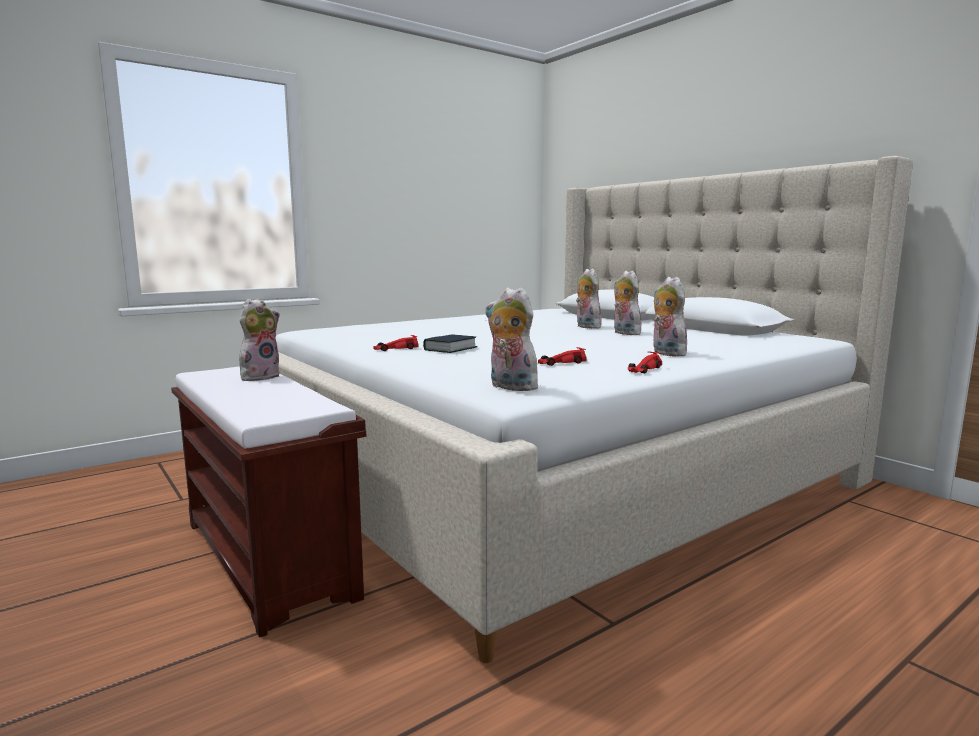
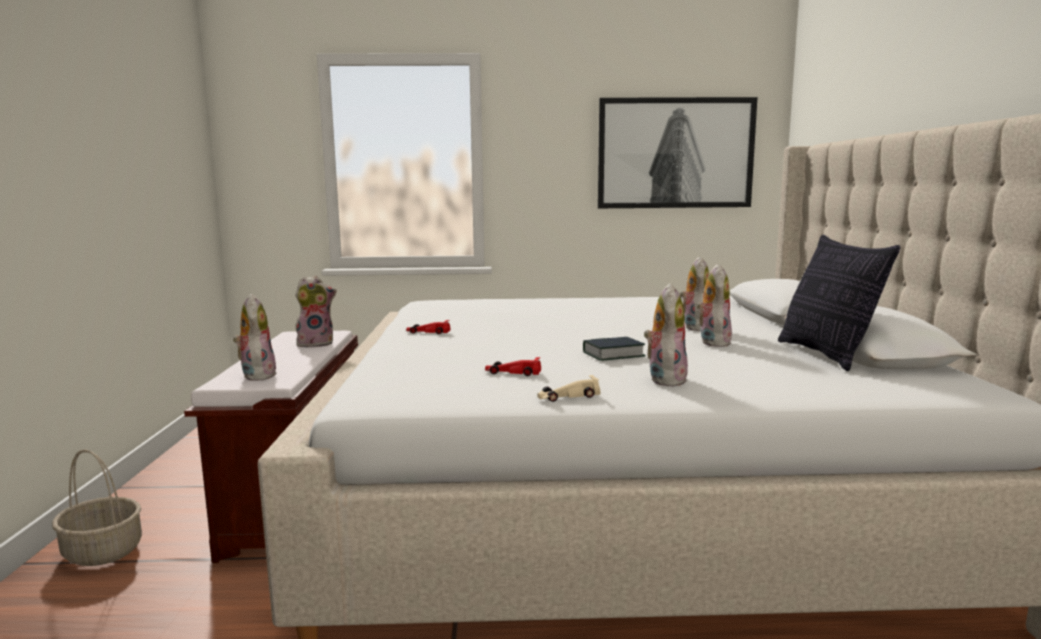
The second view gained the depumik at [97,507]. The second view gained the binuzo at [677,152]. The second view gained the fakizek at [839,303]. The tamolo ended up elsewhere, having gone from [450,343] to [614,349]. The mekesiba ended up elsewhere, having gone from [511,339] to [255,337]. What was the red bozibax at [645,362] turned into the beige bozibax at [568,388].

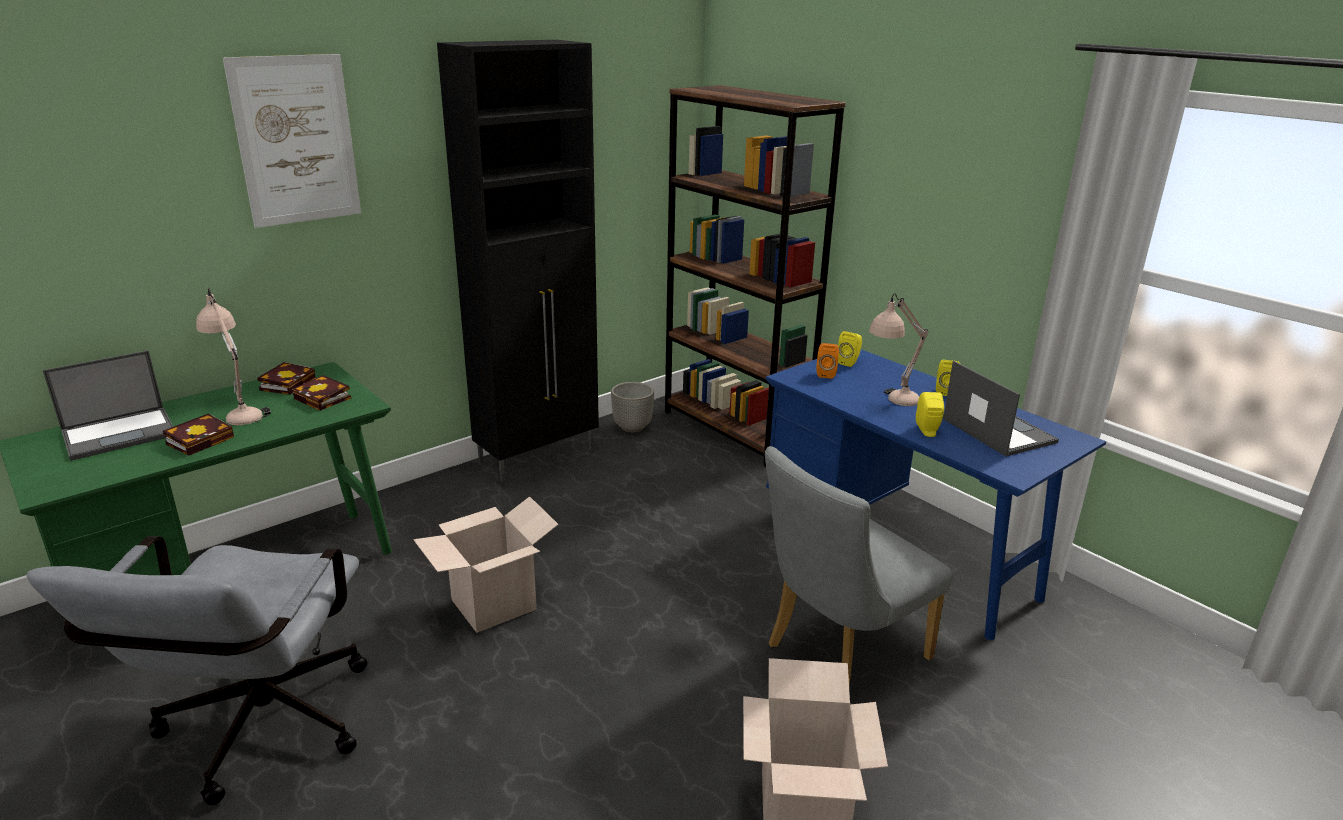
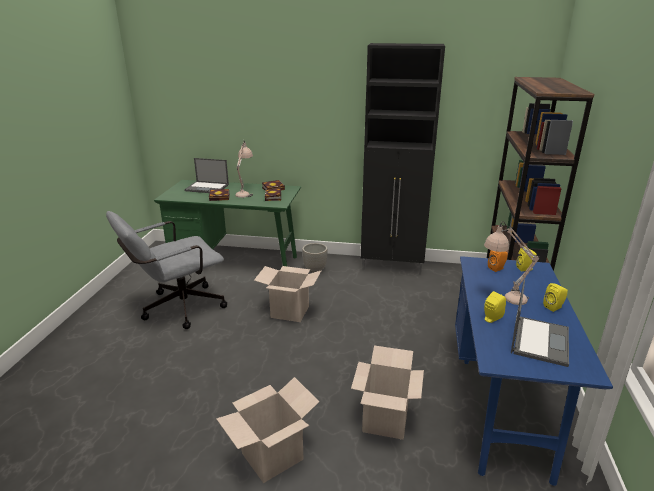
The second view lost the binuzo at [292,141]. The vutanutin ended up elsewhere, having gone from [632,407] to [315,258]. Where the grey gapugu stood at [858,566], the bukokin came to stand at [387,392].

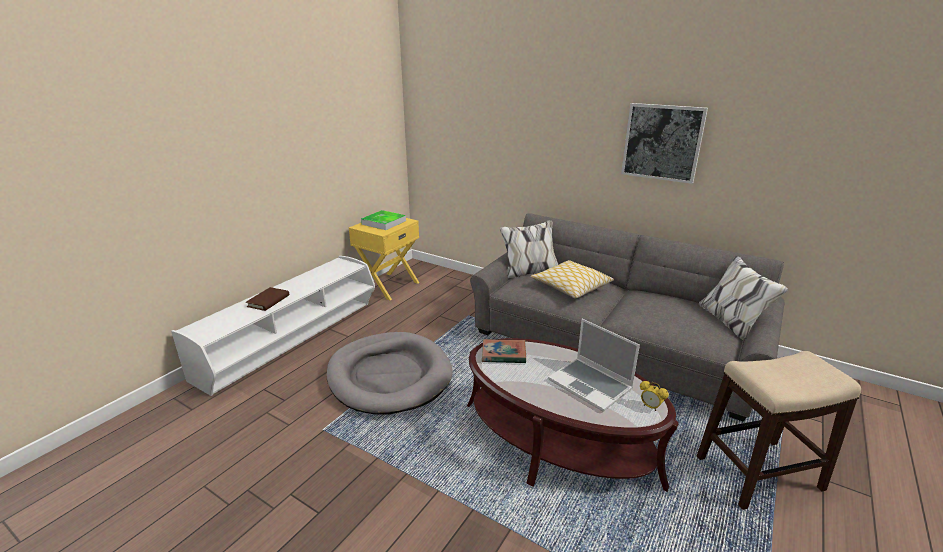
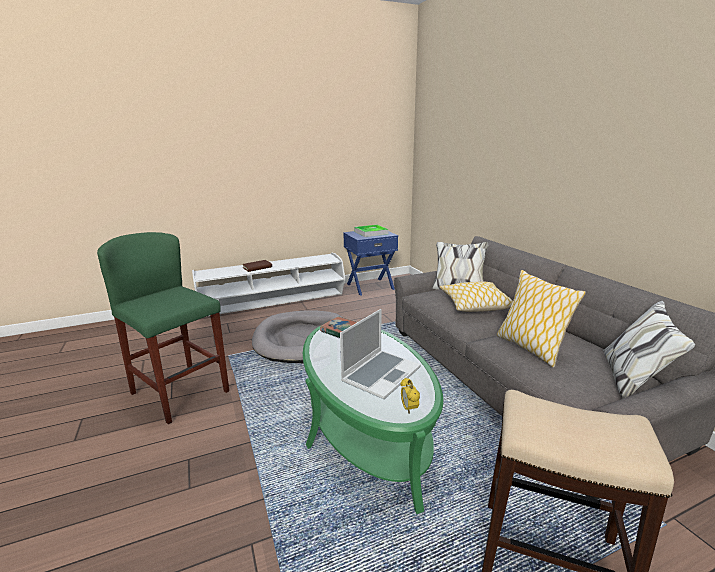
The second view lost the binuzo at [664,143]. The second view gained the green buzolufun at [163,328]. The second view gained the fakizek at [541,319]. What was the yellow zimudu at [384,259] turned into the blue zimudu at [370,263]. What was the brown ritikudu at [573,415] turned into the green ritikudu at [373,420]. The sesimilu at [594,365] ended up facing another way, 135 degrees counterclockwise from before.

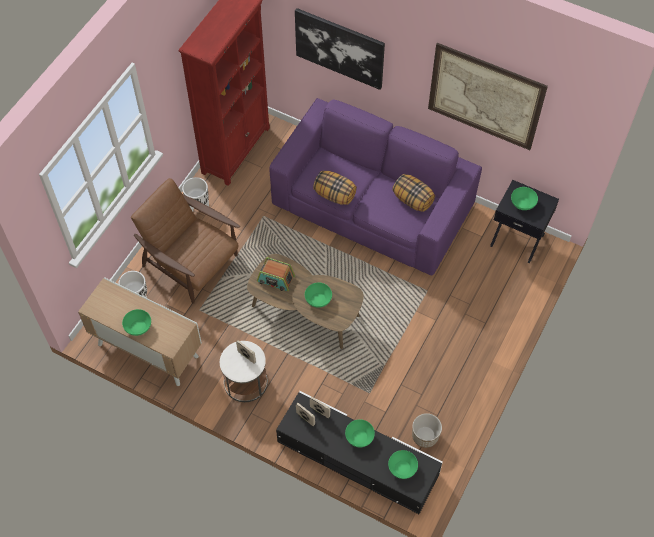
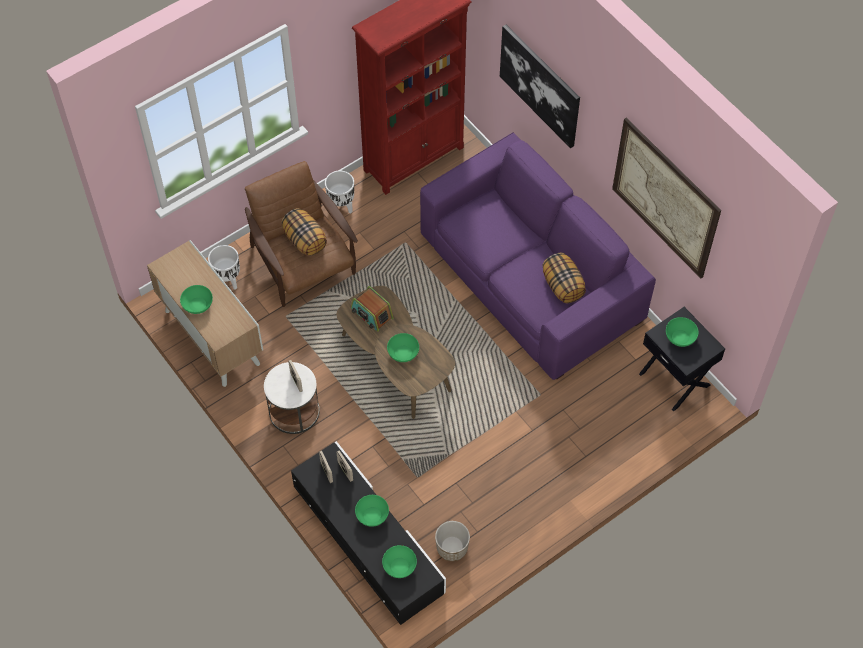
The fakizek ended up elsewhere, having gone from [335,188] to [304,232].

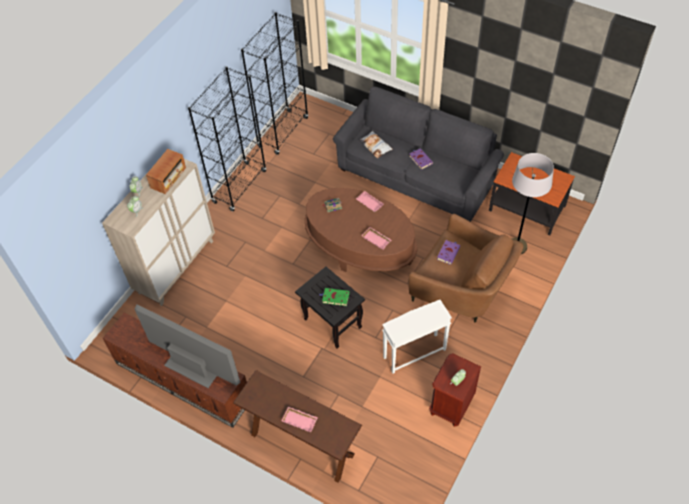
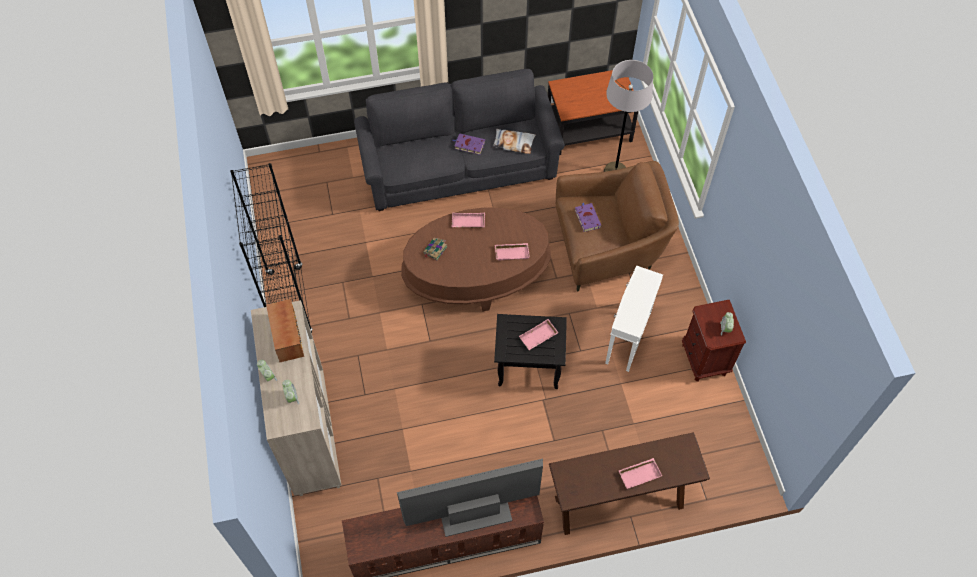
The second view lost the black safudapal at [275,83]. The fakizek ended up elsewhere, having gone from [375,144] to [514,141]. Where the green tamolo stood at [334,297], the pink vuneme came to stand at [539,334].

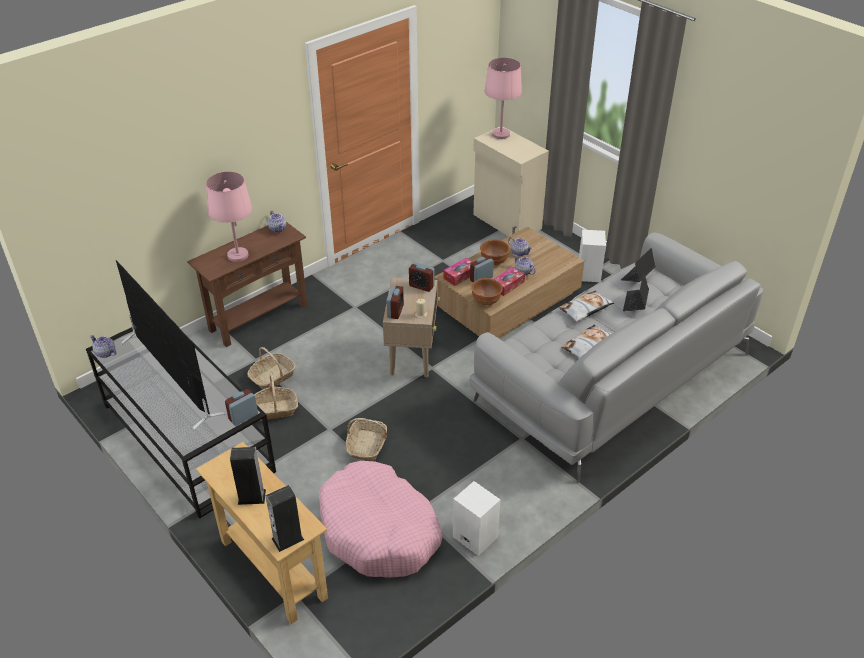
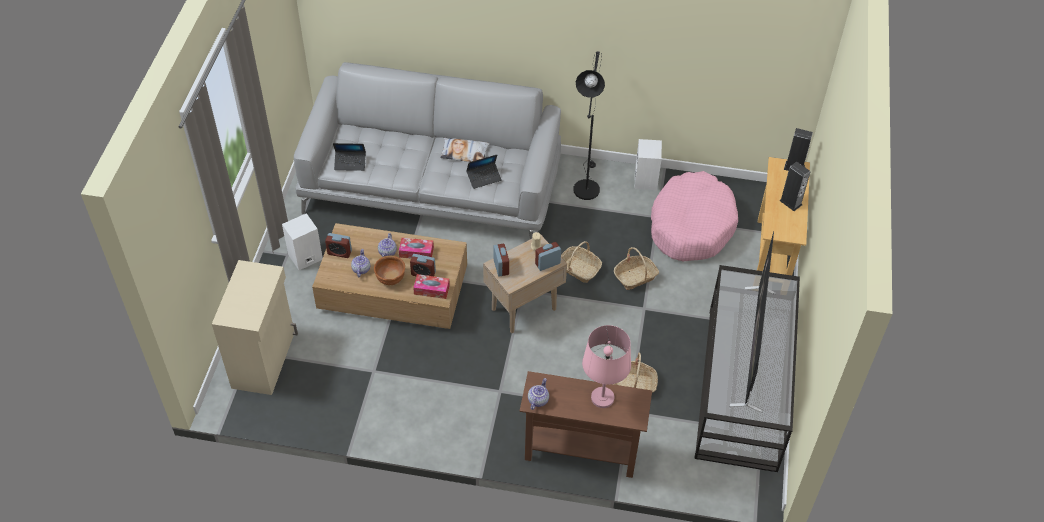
The second view lost the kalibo at [103,346]. The second view lost the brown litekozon at [487,291]. The second view lost the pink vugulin at [503,98]. The second view lost the fakizek at [587,306]. The second view gained the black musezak at [589,125]. The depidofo ended up elsewhere, having gone from [241,407] to [338,245]. The depumik ended up elsewhere, having gone from [276,398] to [581,262]. The sesimilu ended up elsewhere, having gone from [636,291] to [484,172].

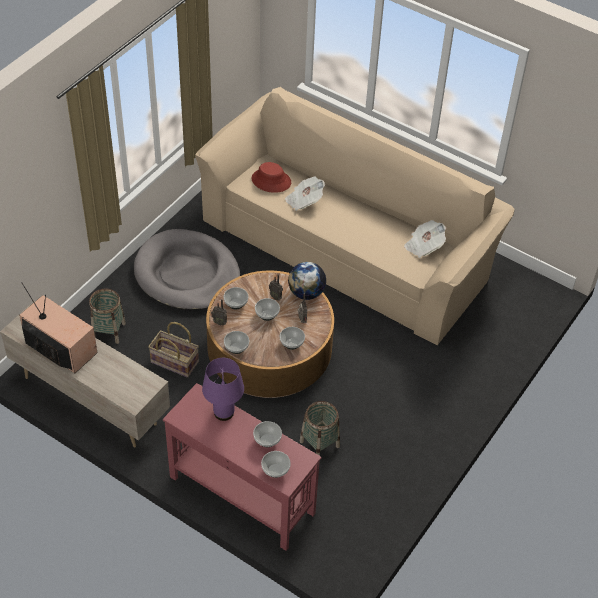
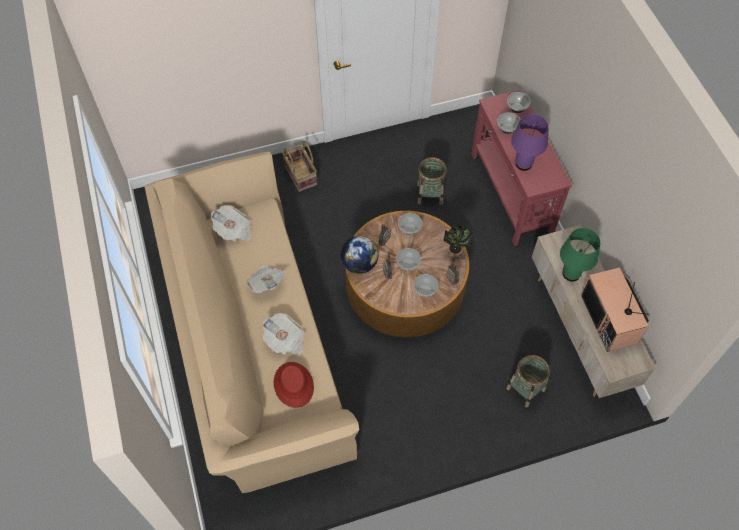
The second view lost the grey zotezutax at [187,270]. The second view gained the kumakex at [265,279]. The second view gained the green vugulin at [580,255]. The depumik ended up elsewhere, having gone from [173,350] to [299,166]. Where the litekozon stood at [236,342], the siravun came to stand at [459,241].

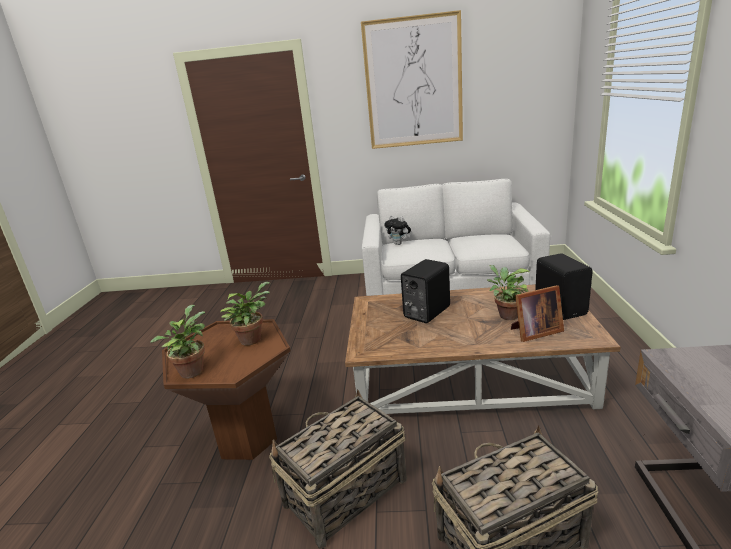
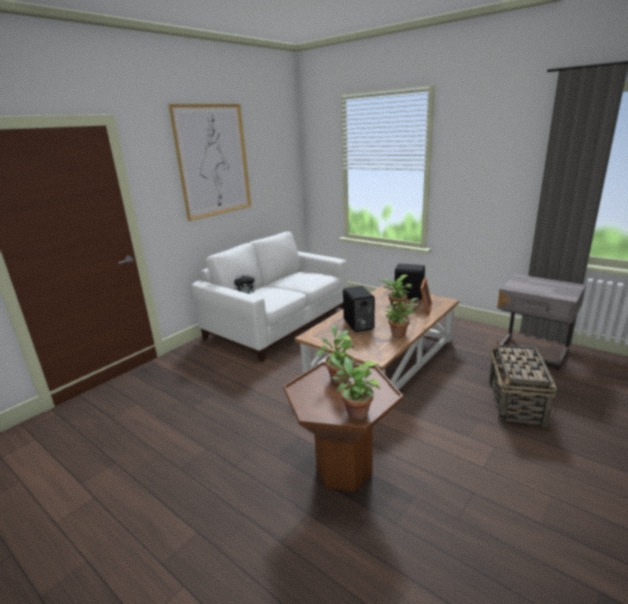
The second view lost the depumik at [338,468]. The second view gained the siravun at [401,317].

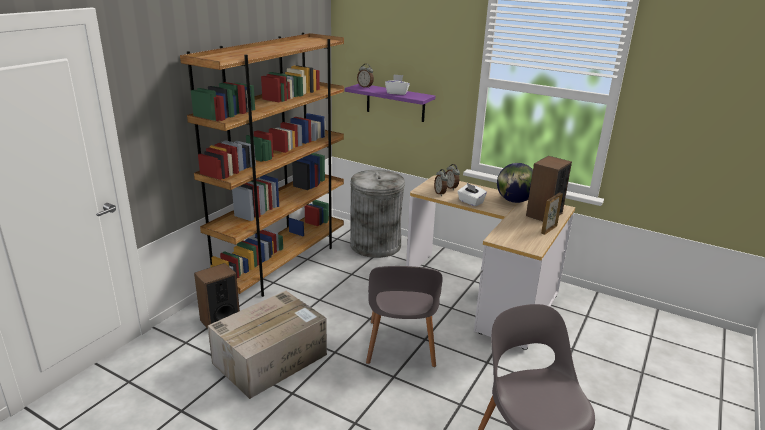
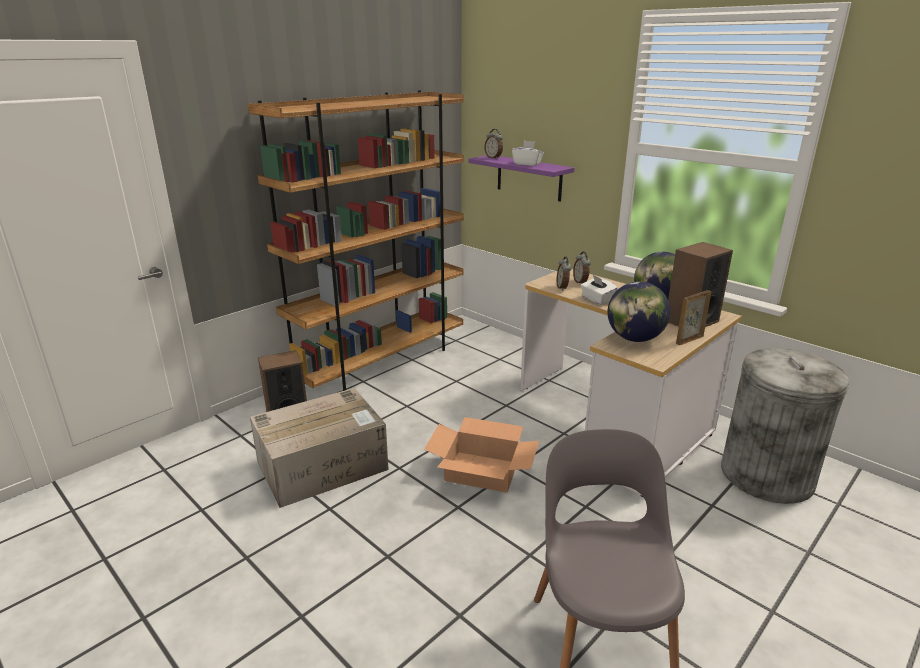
The second view gained the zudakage at [639,311]. The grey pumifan ended up elsewhere, having gone from [377,214] to [785,426]. Where the grey gapugu stood at [404,316], the bukokin came to stand at [481,455].

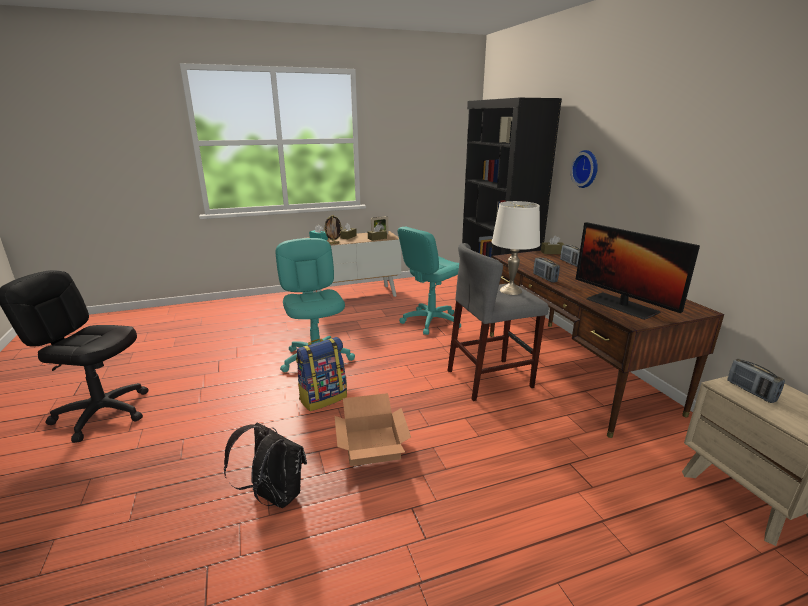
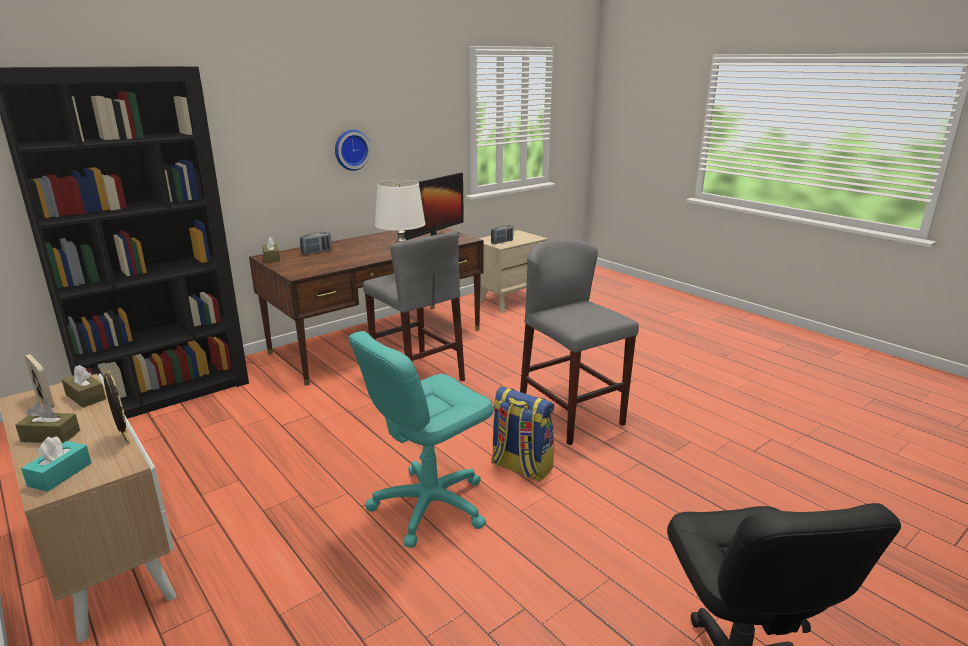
The second view lost the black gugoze at [265,465]. The second view lost the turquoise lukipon at [429,281]. The second view lost the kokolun at [546,270]. The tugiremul ended up elsewhere, having gone from [584,169] to [353,150]. Where the bukokin stood at [373,429], the grey buzolufun came to stand at [579,342].

